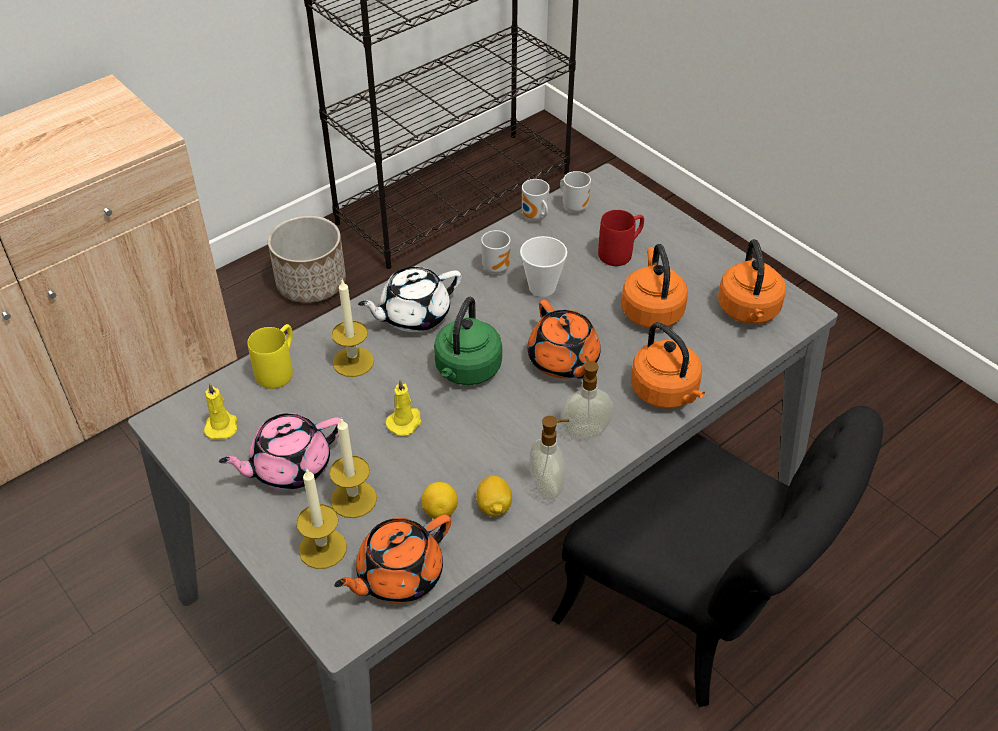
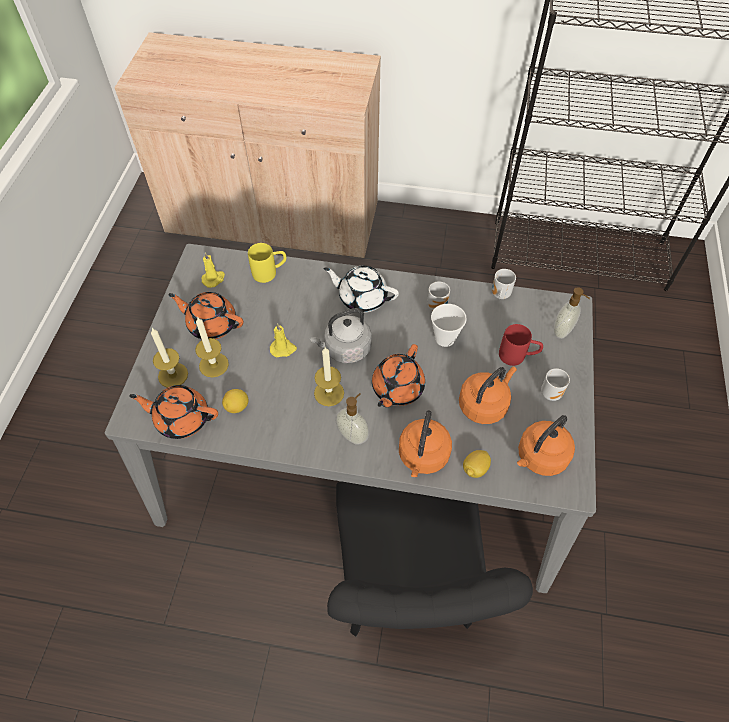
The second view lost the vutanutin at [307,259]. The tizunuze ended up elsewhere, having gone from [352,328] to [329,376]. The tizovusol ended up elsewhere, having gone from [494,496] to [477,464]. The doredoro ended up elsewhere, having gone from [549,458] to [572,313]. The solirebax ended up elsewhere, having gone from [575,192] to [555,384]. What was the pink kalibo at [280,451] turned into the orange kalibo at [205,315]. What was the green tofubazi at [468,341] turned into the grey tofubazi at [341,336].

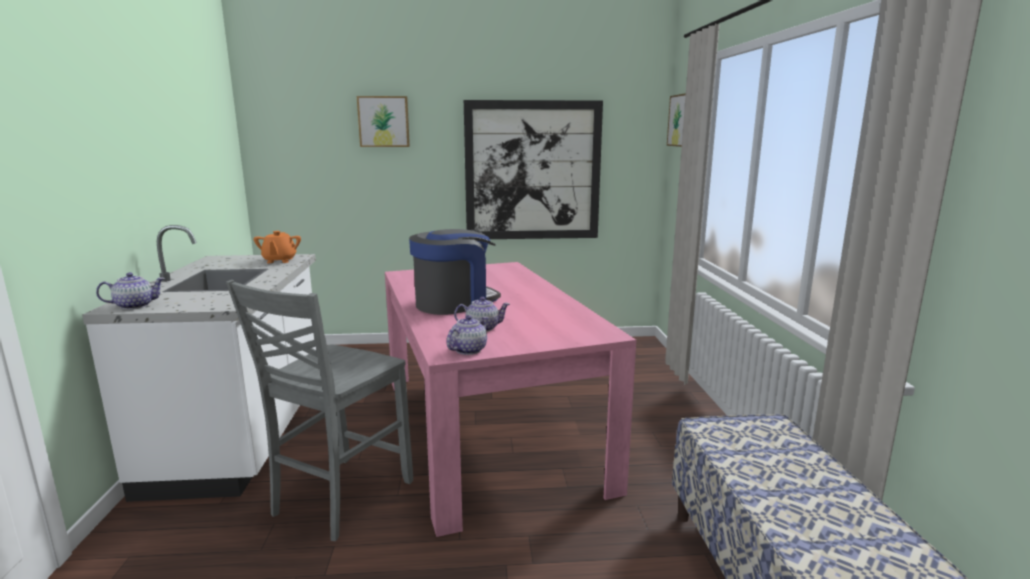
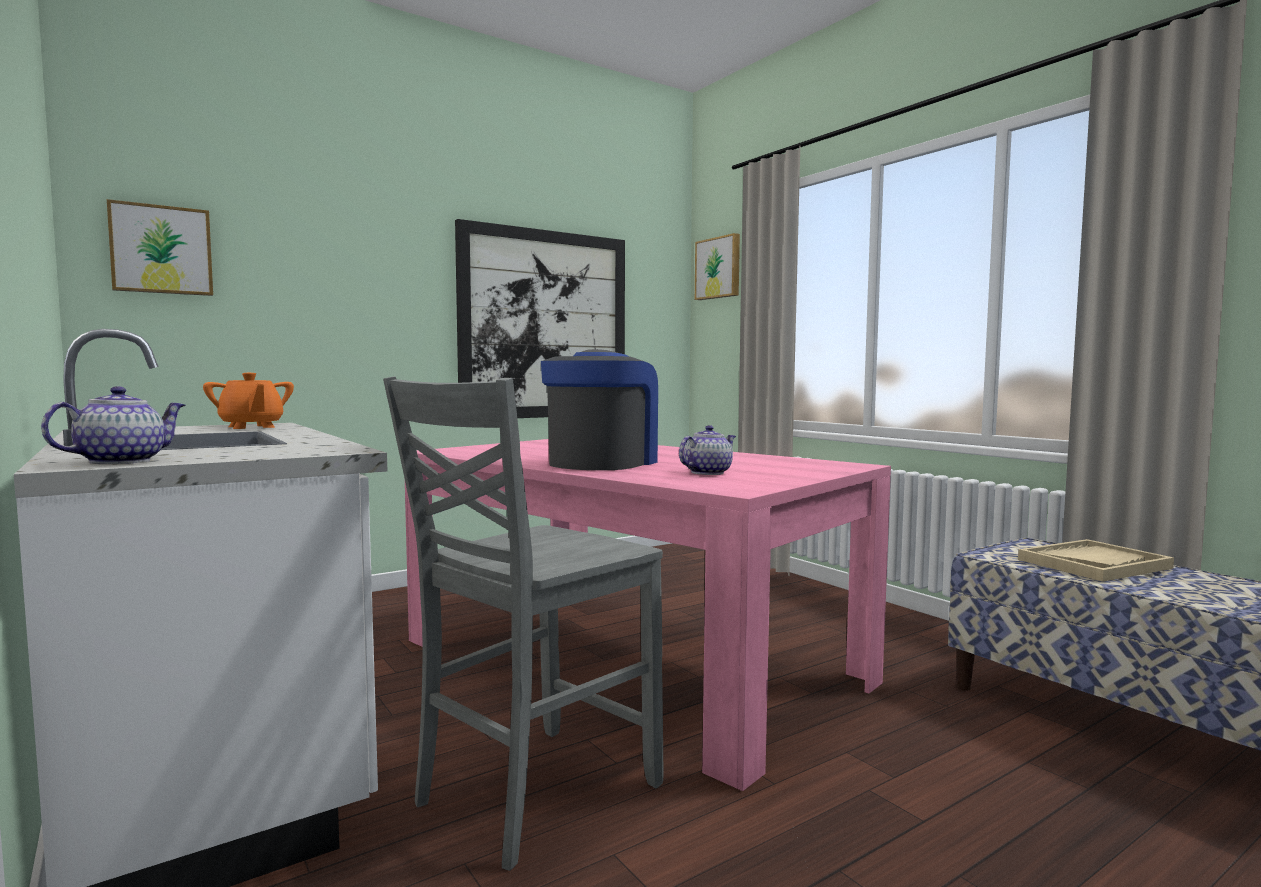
The second view lost the kalibo at [467,335]. The second view gained the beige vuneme at [1096,560]. The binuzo ended up elsewhere, having gone from [383,121] to [160,247]. The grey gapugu at [319,410] ended up facing another way, 45 degrees clockwise from before.

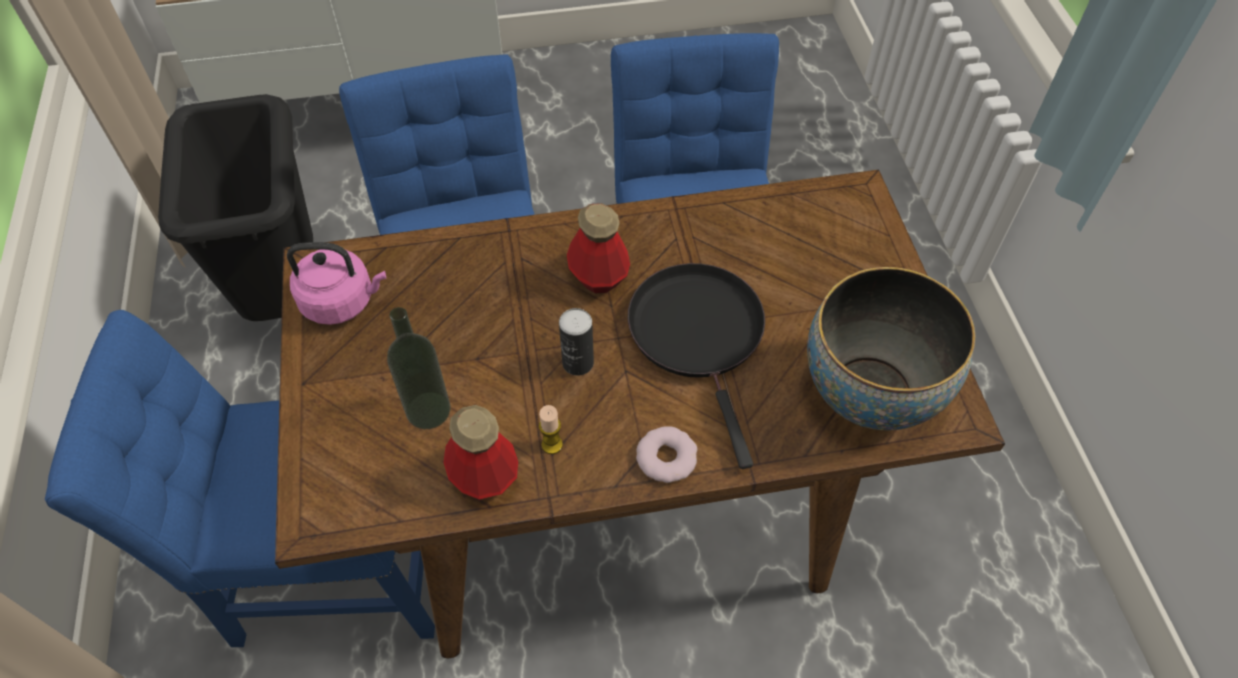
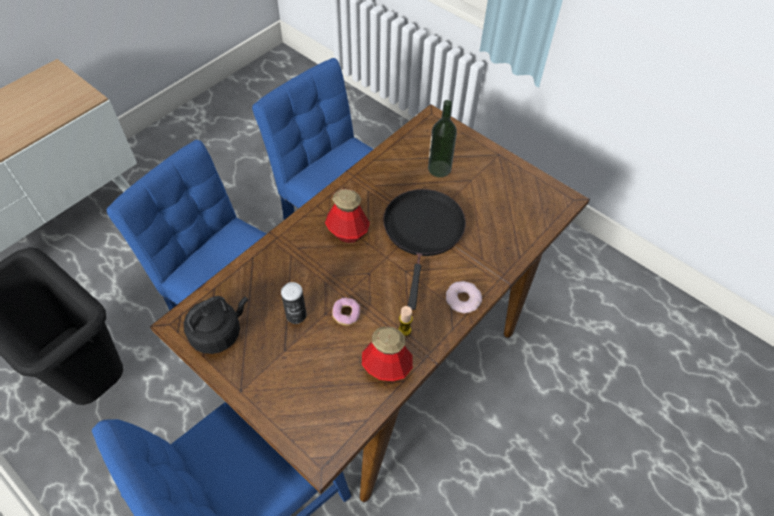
The second view lost the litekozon at [891,349]. The second view gained the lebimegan at [346,311]. The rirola ended up elsewhere, having gone from [419,368] to [442,138]. The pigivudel ended up elsewhere, having gone from [576,342] to [293,303]. What was the pink tofubazi at [336,283] turned into the black tofubazi at [216,325]. The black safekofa at [696,366] ended up facing another way, 60 degrees clockwise from before.

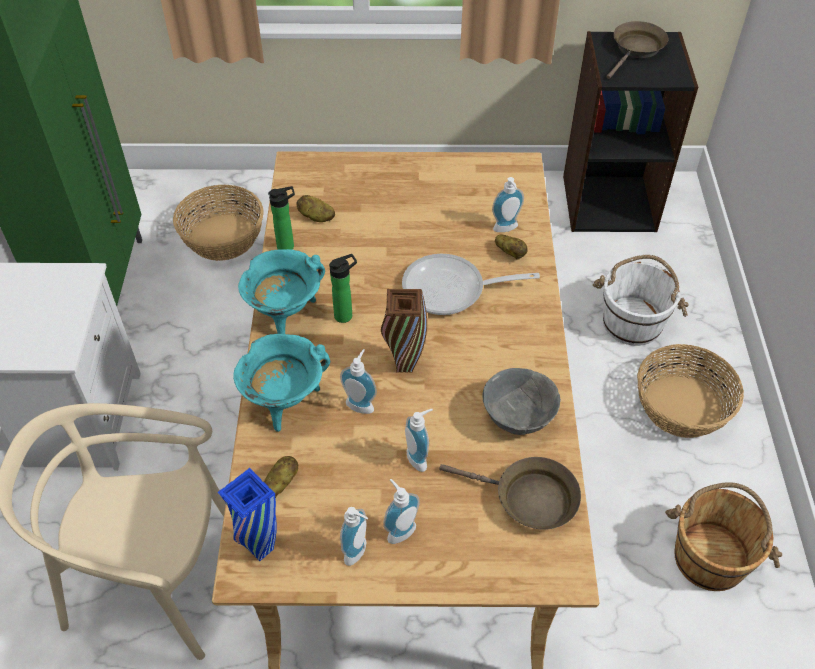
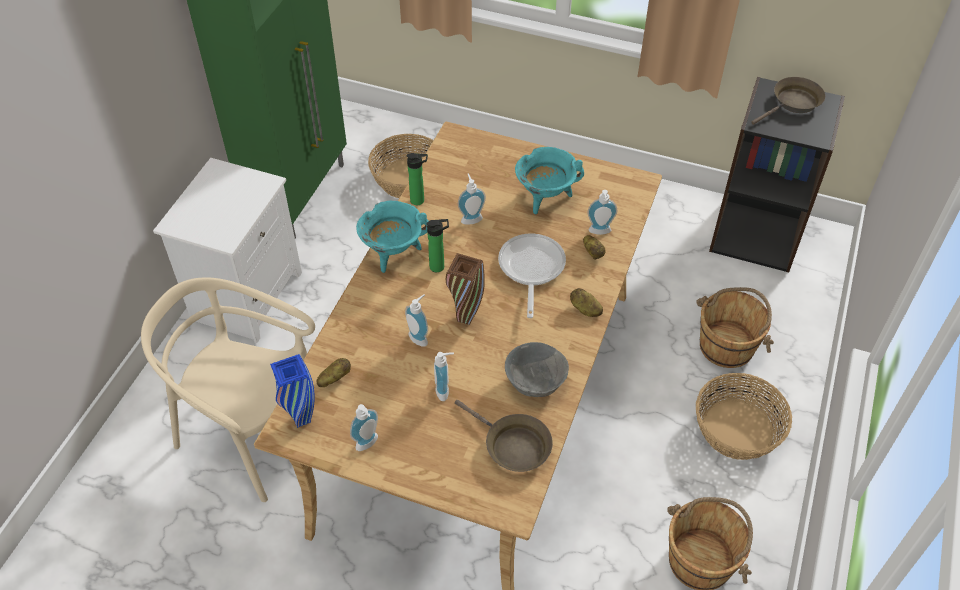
The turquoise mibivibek ended up elsewhere, having gone from [281,383] to [549,180]. The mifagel ended up elsewhere, having gone from [315,208] to [586,302]. The doredoro ended up elsewhere, having gone from [401,511] to [472,199]. What was the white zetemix at [641,300] turned into the brown zetemix at [735,327]. The safekofa at [471,284] ended up facing another way, 75 degrees clockwise from before.

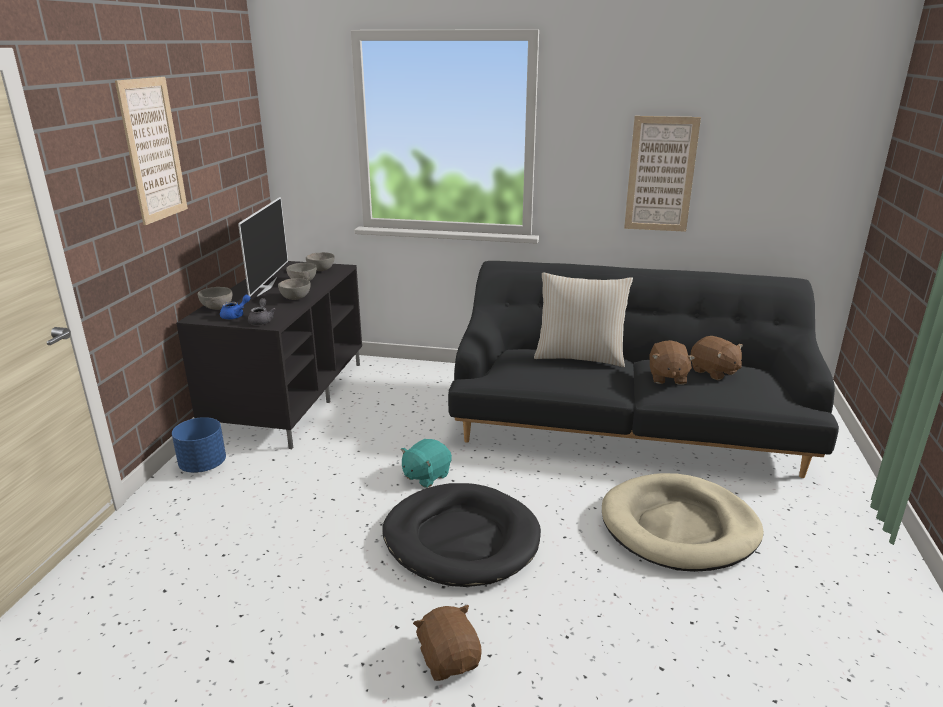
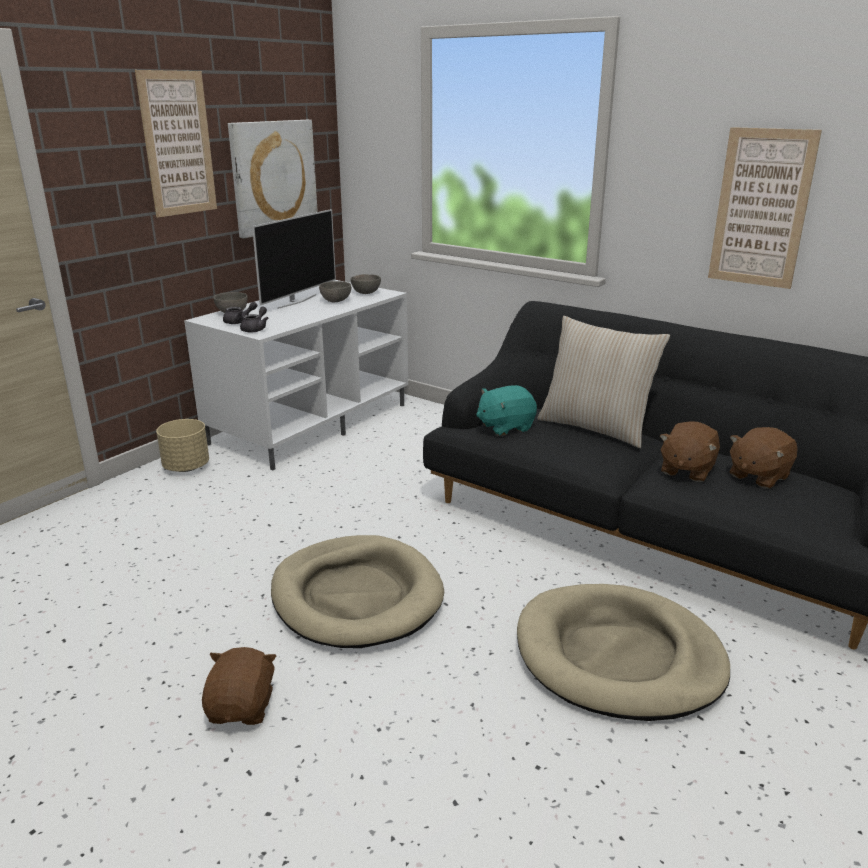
The second view lost the grey litekozon at [294,289]. The second view gained the binuzo at [273,179]. The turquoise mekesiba ended up elsewhere, having gone from [426,463] to [506,410]. What was the blue vutanutin at [199,445] turned into the beige vutanutin at [182,445]. What was the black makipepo at [269,355] turned into the white makipepo at [296,375]. What was the blue kalibo at [235,307] turned into the grey kalibo at [240,313]. What was the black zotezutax at [461,535] turned into the beige zotezutax at [357,591]. The brown mekesiba at [717,358] ended up facing another way, 60 degrees clockwise from before.

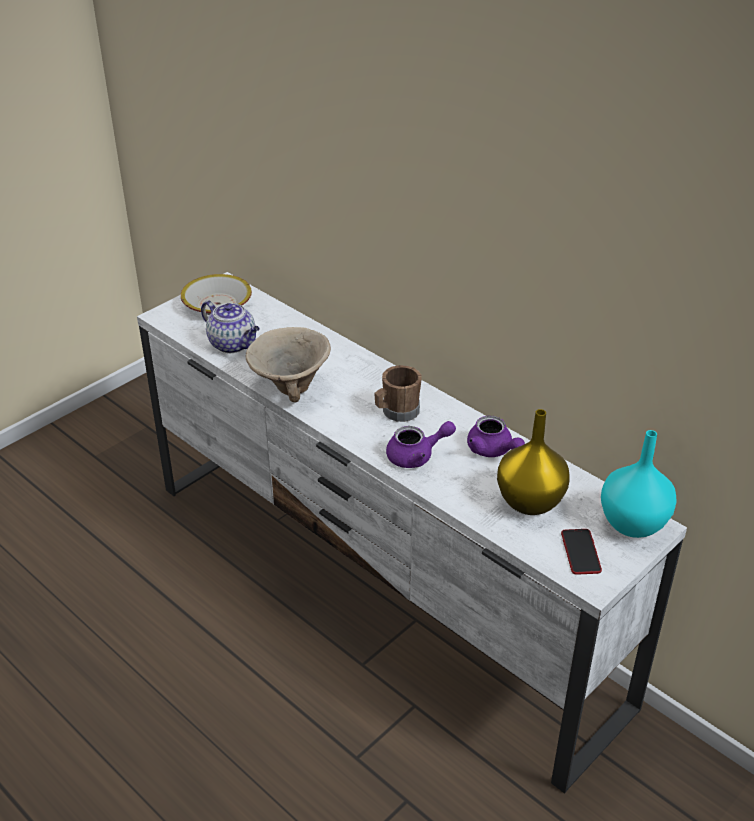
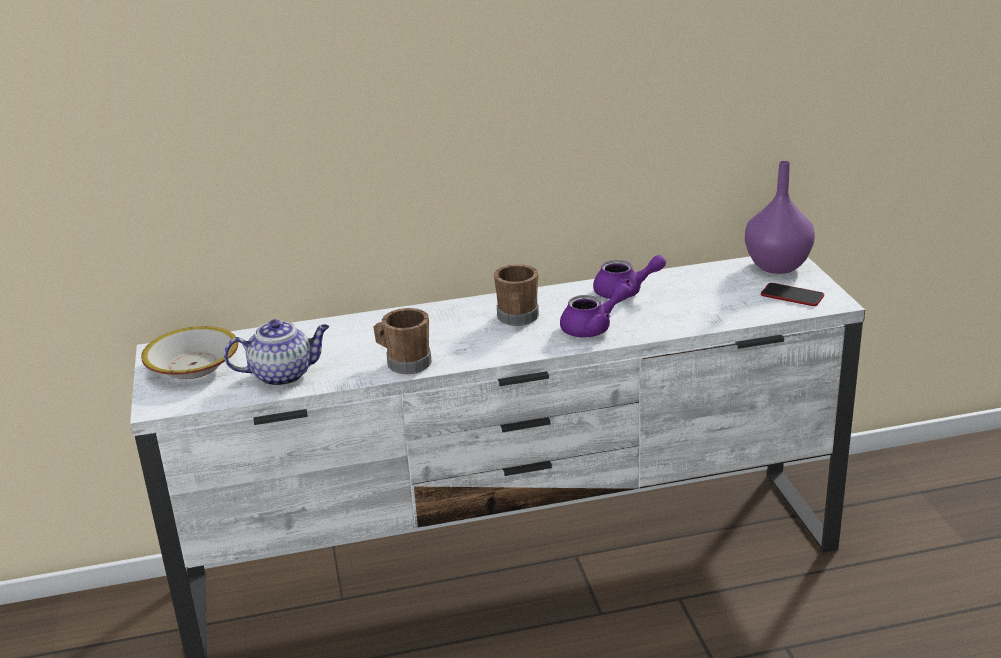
The second view lost the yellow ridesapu at [533,462]. Where the beige litekozon stood at [288,365], the brown solirebax came to stand at [402,341]. What was the turquoise ridesapu at [639,484] turned into the purple ridesapu at [780,217]. The purple kalibo at [421,444] ended up facing another way, 45 degrees clockwise from before.

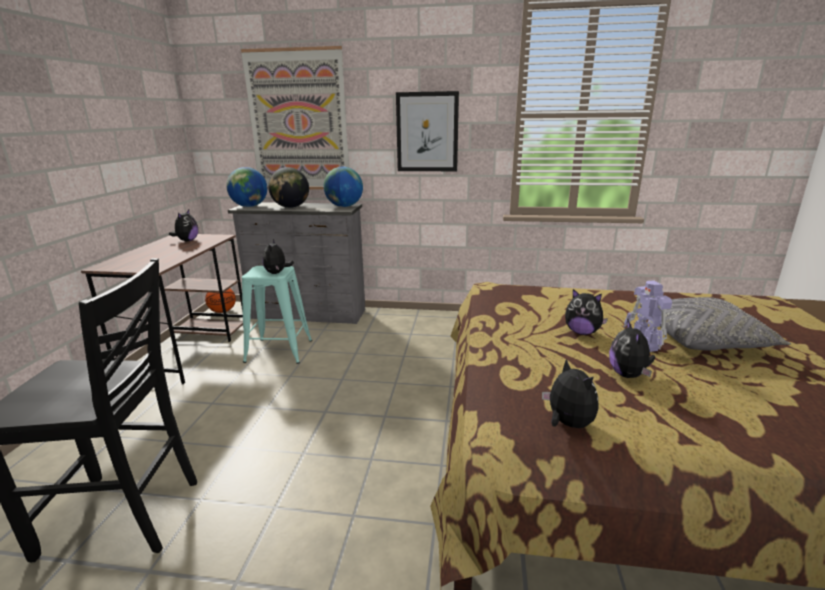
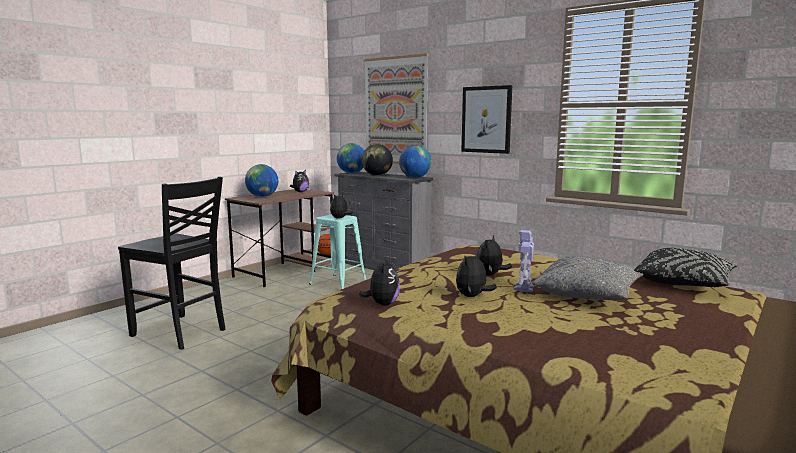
The second view gained the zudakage at [261,180]. The second view gained the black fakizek at [686,268]. The mekesiba at [586,312] ended up facing another way, 60 degrees clockwise from before.

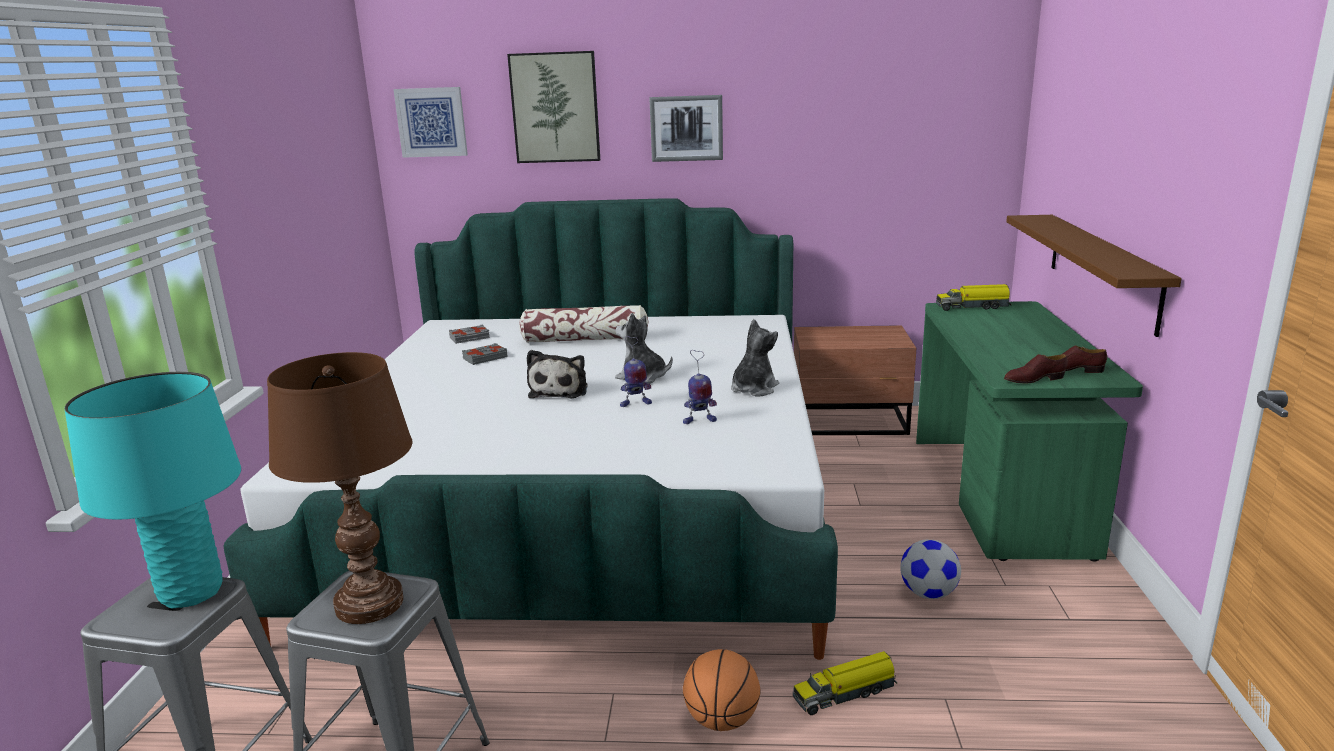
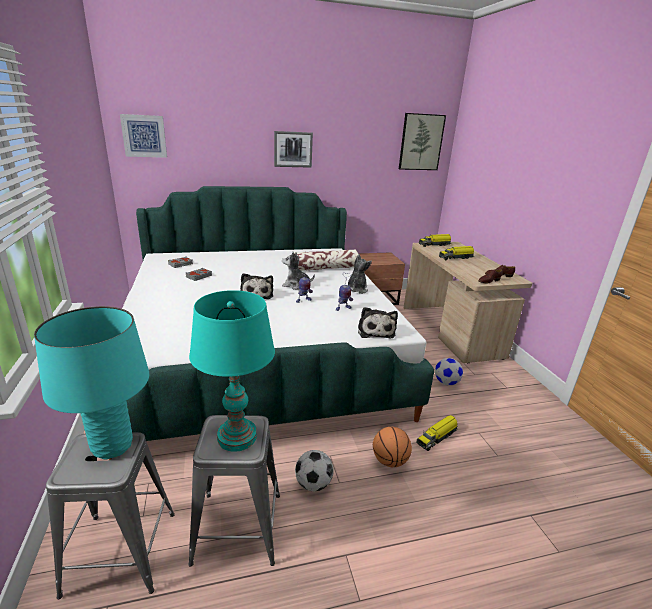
The second view lost the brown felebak at [1094,276]. The second view gained the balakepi at [314,470]. The second view gained the mekesiba at [378,323]. The second view gained the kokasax at [456,253]. The binuzo ended up elsewhere, having gone from [553,107] to [422,141]. The fakizek ended up elsewhere, having gone from [584,324] to [326,260]. What was the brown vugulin at [340,488] turned into the turquoise vugulin at [232,371]. What was the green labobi at [1029,431] turned into the beige labobi at [467,302].

